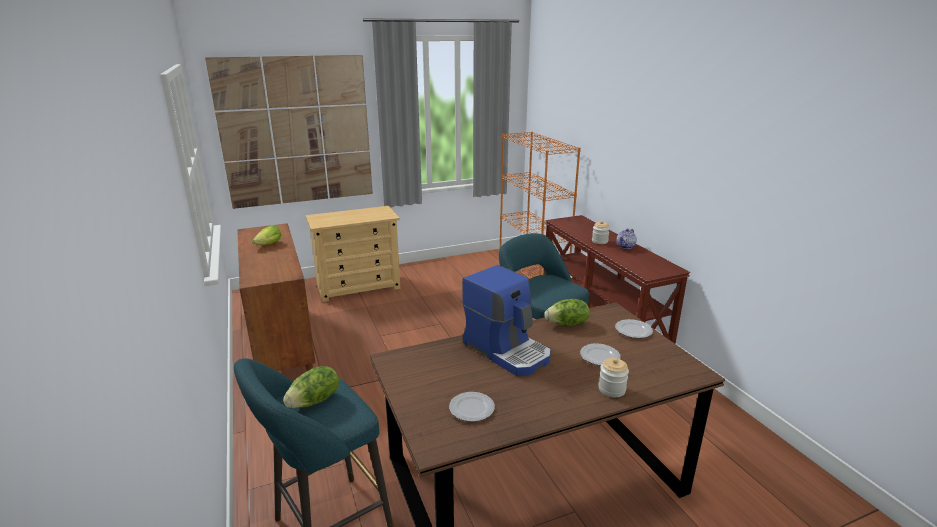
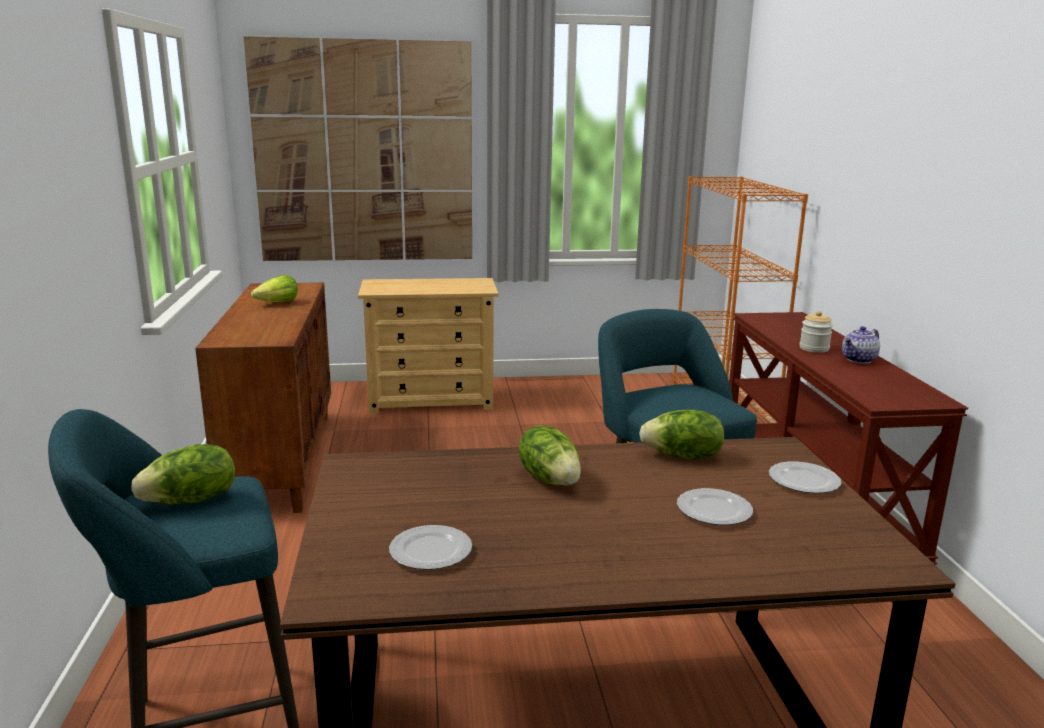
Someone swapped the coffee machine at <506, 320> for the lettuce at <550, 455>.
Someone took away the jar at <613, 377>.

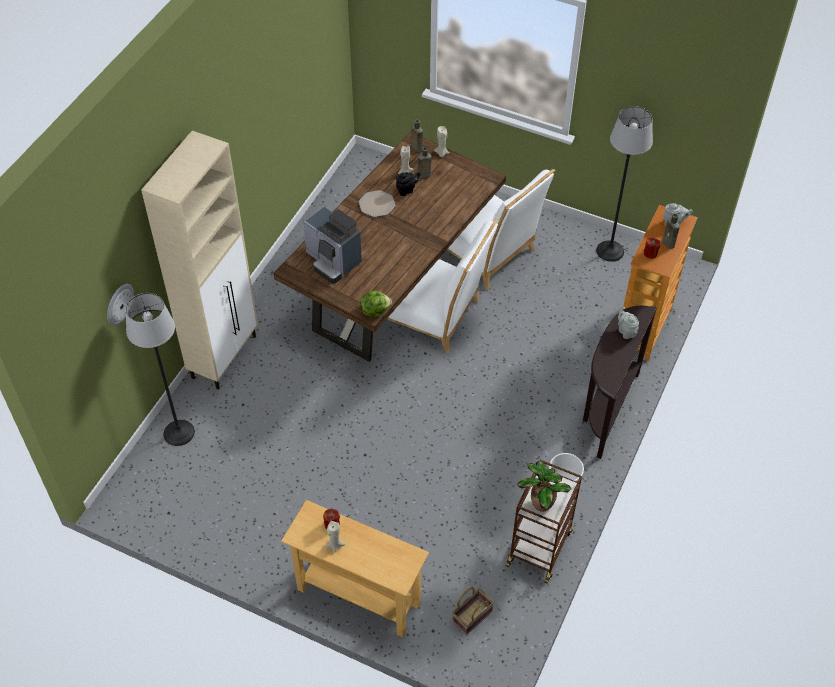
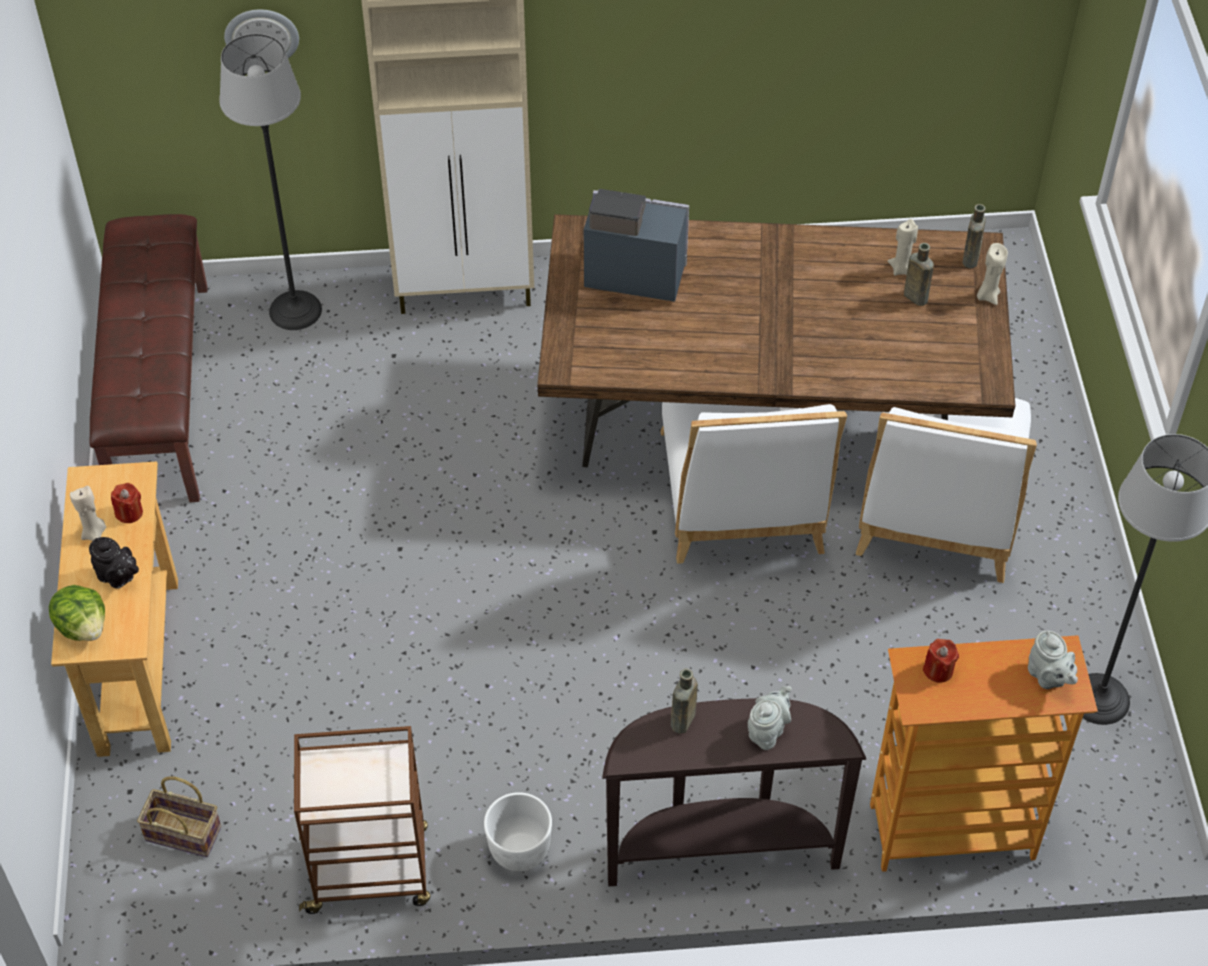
Someone rotated the coffee machine at <332, 245> by 90 degrees clockwise.
Someone took away the plate at <377, 203>.
Someone carried the lettuce from <376, 304> to <77, 613>.
Someone carried the black teapot from <408, 184> to <114, 562>.
Someone took away the potted plant at <544, 486>.
Someone carried the brown bottle from <671, 231> to <684, 701>.
Someone put down the brown bench at <148, 358>.

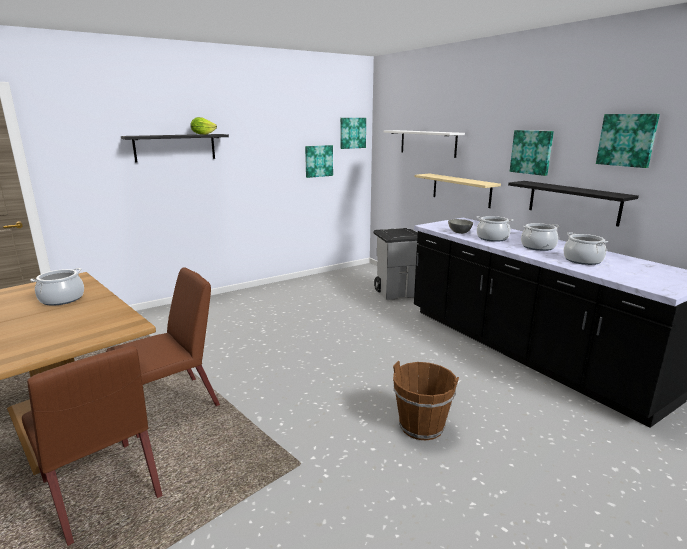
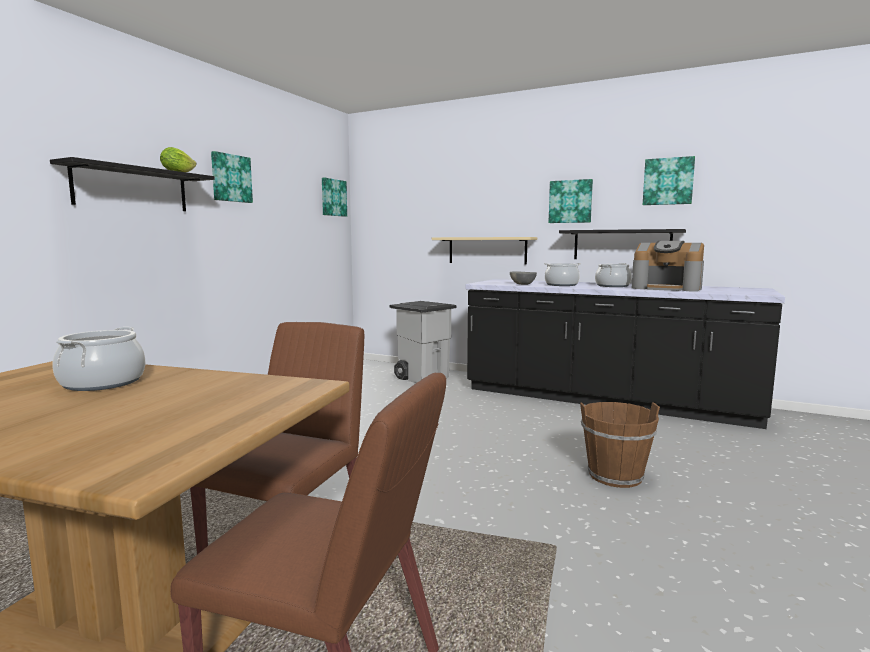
Someone carried the picture from <319, 161> to <232, 177>.
Someone took away the white shelf at <424, 144>.
Someone swapped the cooking pot at <585, 248> for the coffee machine at <668, 266>.

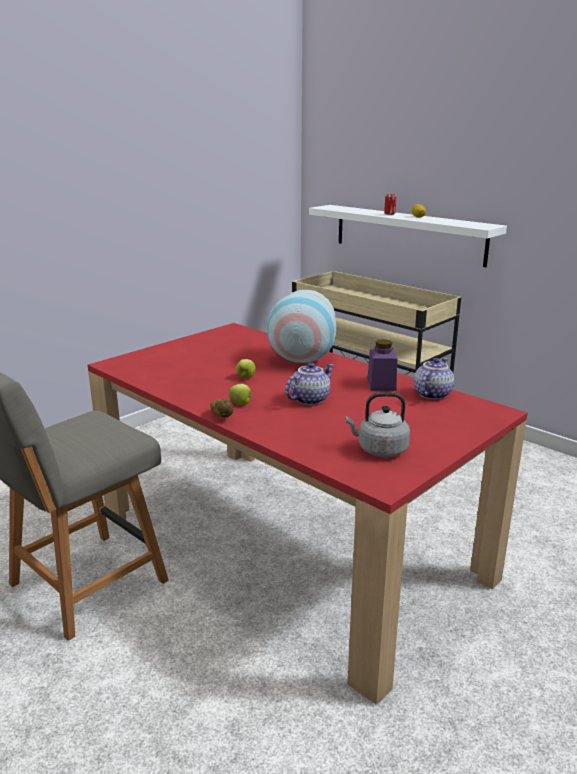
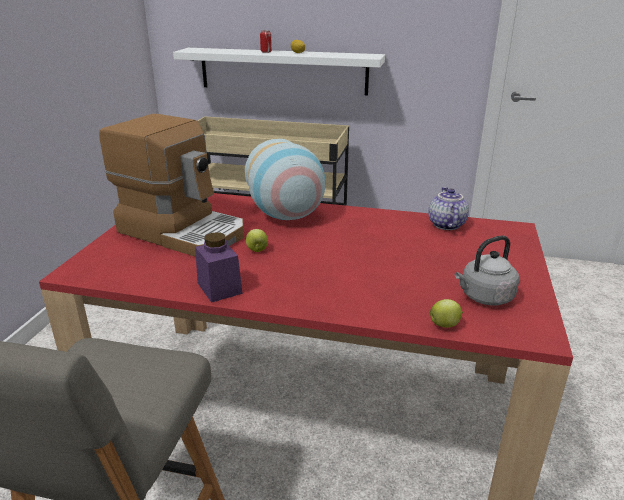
Someone took away the potato at <222, 408>.
Someone carried the apple from <240, 394> to <446, 313>.
Someone took away the teapot at <309, 384>.
Someone carried the purple jar from <382, 365> to <219, 267>.
Someone put down the coffee machine at <171, 185>.

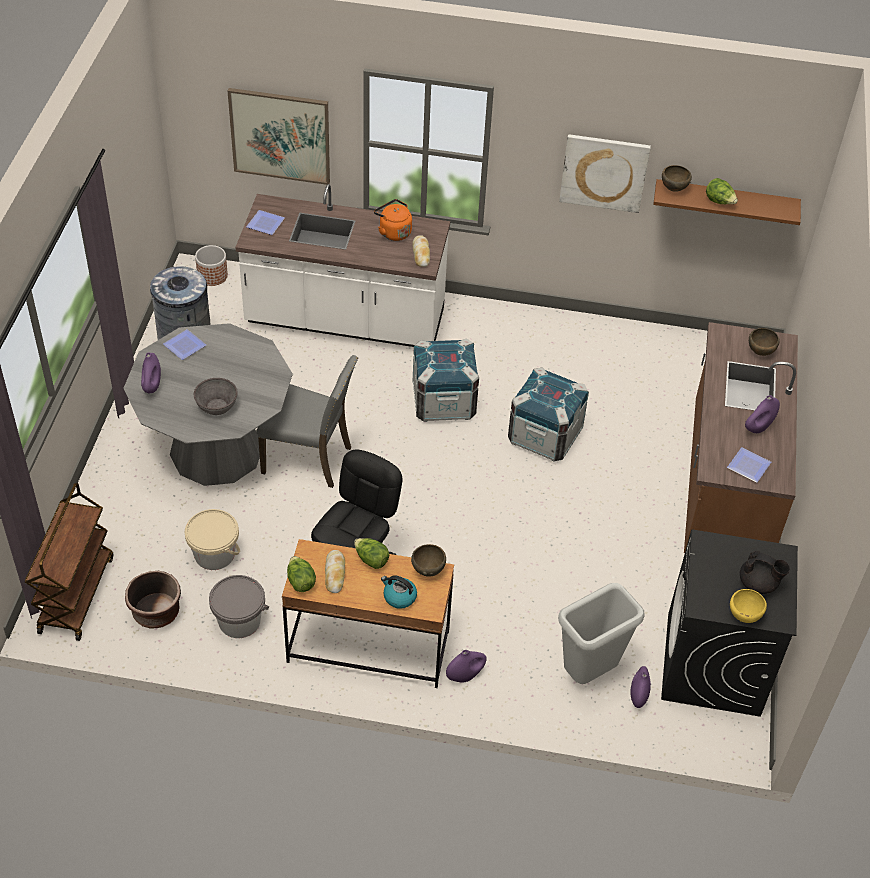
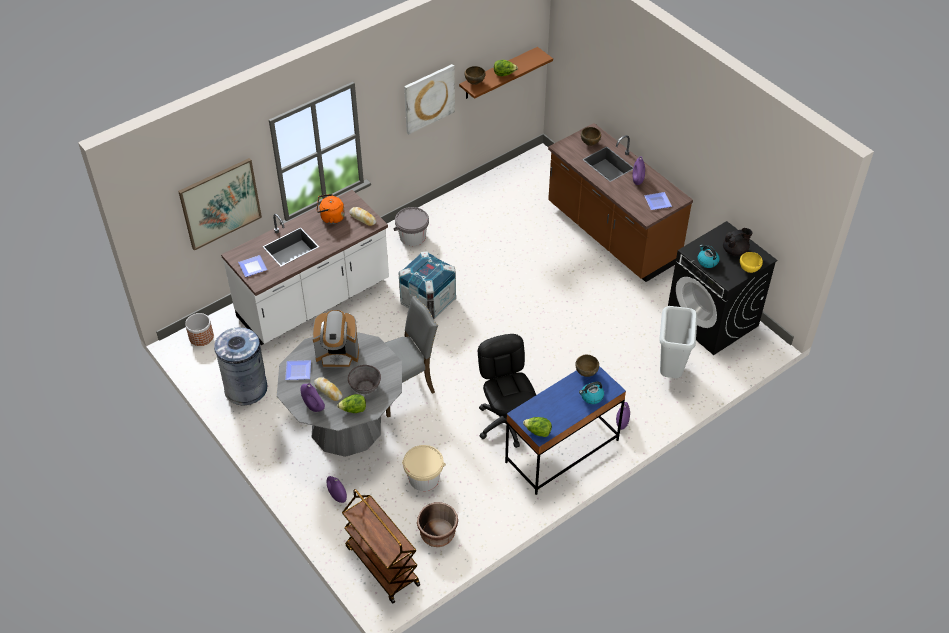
Someone carried the grey bucket from <239, 606> to <411, 226>.
Someone repainted the brown desk at <368, 613>, which became the blue desk at <565, 430>.
Someone carried the bread from <335, 571> to <328, 389>.
Someone carried the lettuce from <371, 553> to <351, 403>.
Someone took away the crate at <548, 414>.
Someone carried the purple vase from <640, 687> to <337, 489>.
Someone put down the coffee machine at <336, 339>.
Someone put down the kettle at <709, 256>.

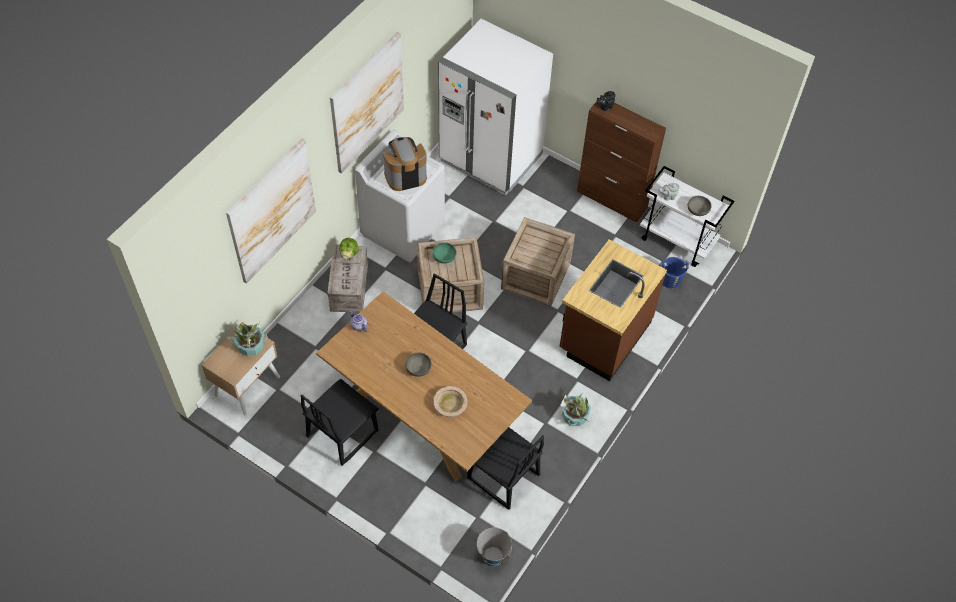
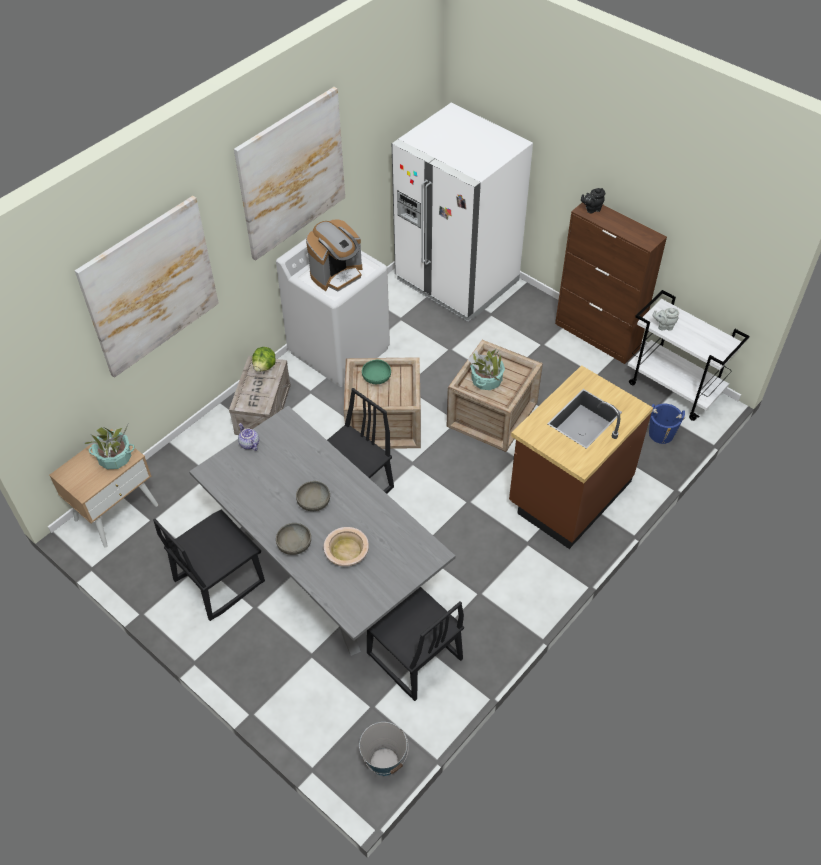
Someone repainted the brown dining table at <424, 386>, which became the grey dining table at <322, 531>.
Someone rotated the coffee machine at <405, 164> by 150 degrees clockwise.
Someone carried the potted plant from <576, 409> to <486, 369>.
Someone carried the grey bowl from <700, 206> to <293, 539>.

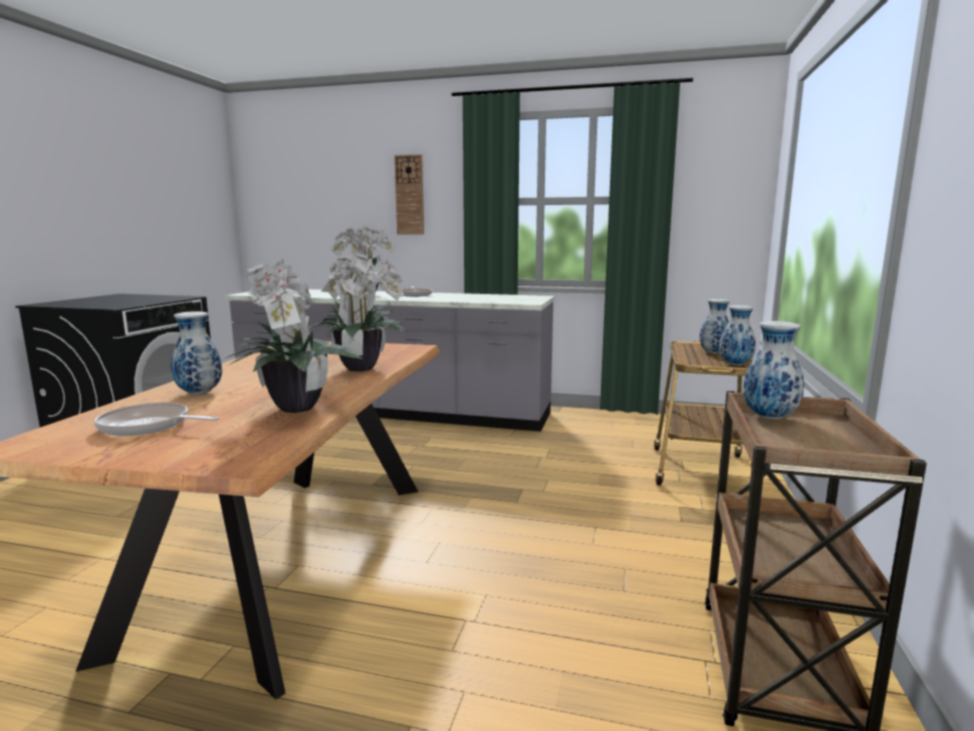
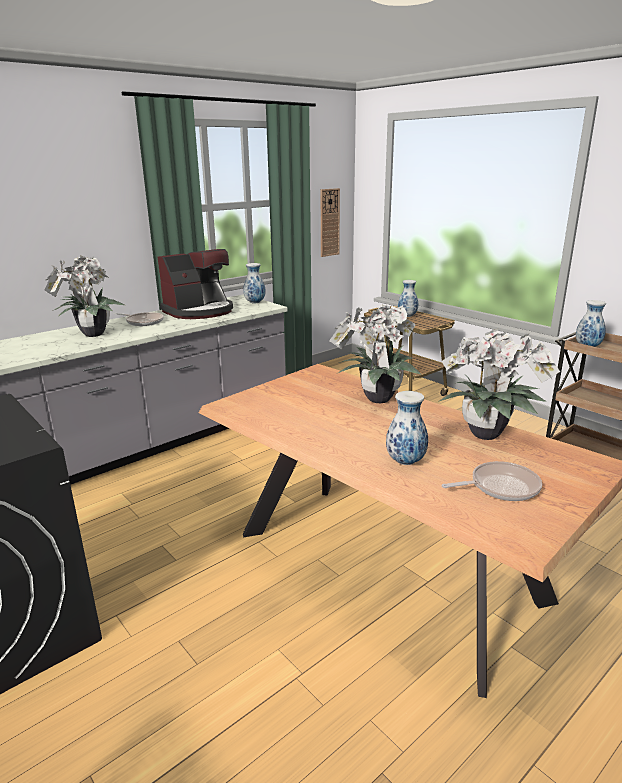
Someone rotated the frying pan at <156, 419> by 150 degrees counterclockwise.
Someone carried the wall clock from <409, 194> to <330, 222>.
Someone carried the vase from <737, 335> to <254, 283>.
Someone put down the coffee machine at <195, 284>.

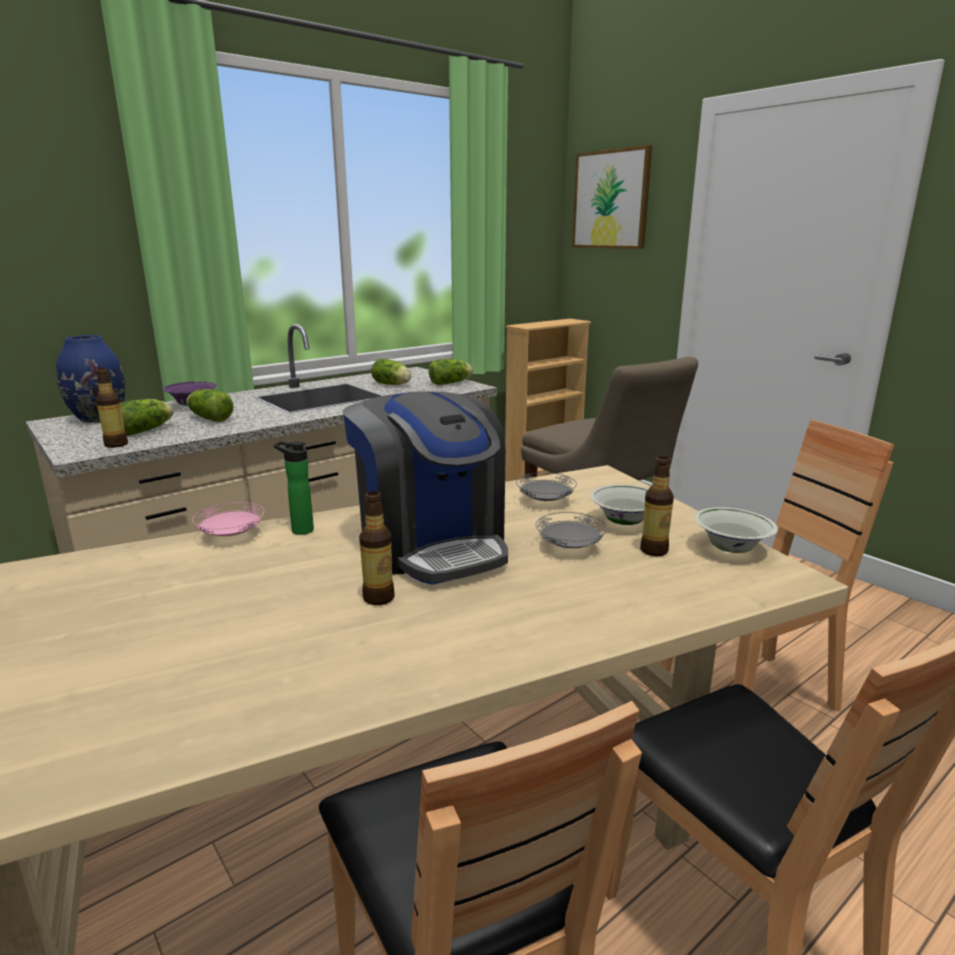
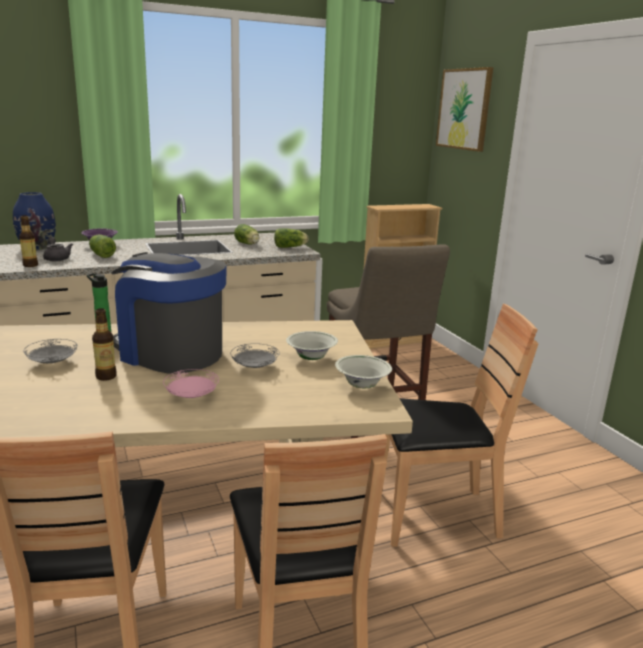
Someone swapped the lettuce at <147, 417> for the grey teapot at <58, 249>.
Someone carried the pink plate from <228, 519> to <191, 383>.
Someone rotated the coffee machine at <425, 488> by 135 degrees clockwise.
Someone carried the grey plate from <546, 486> to <50, 351>.
Someone took away the bottle at <657, 506>.

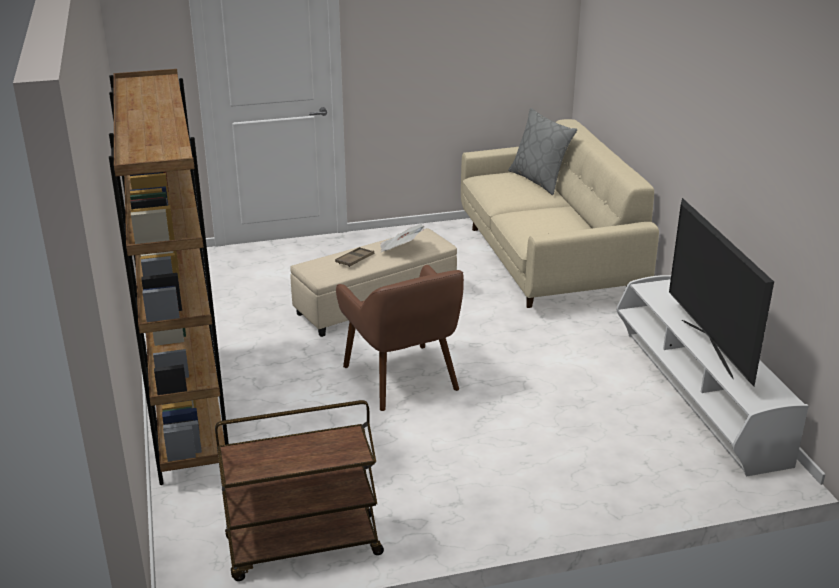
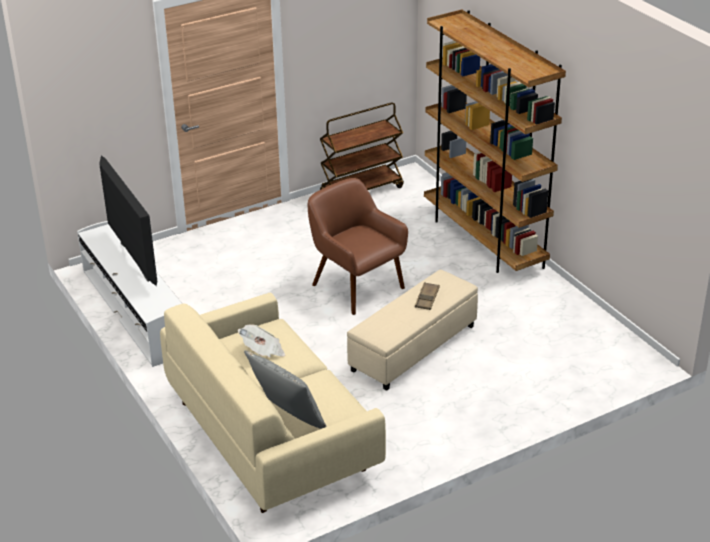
Someone carried the newspaper from <402, 238> to <261, 340>.

